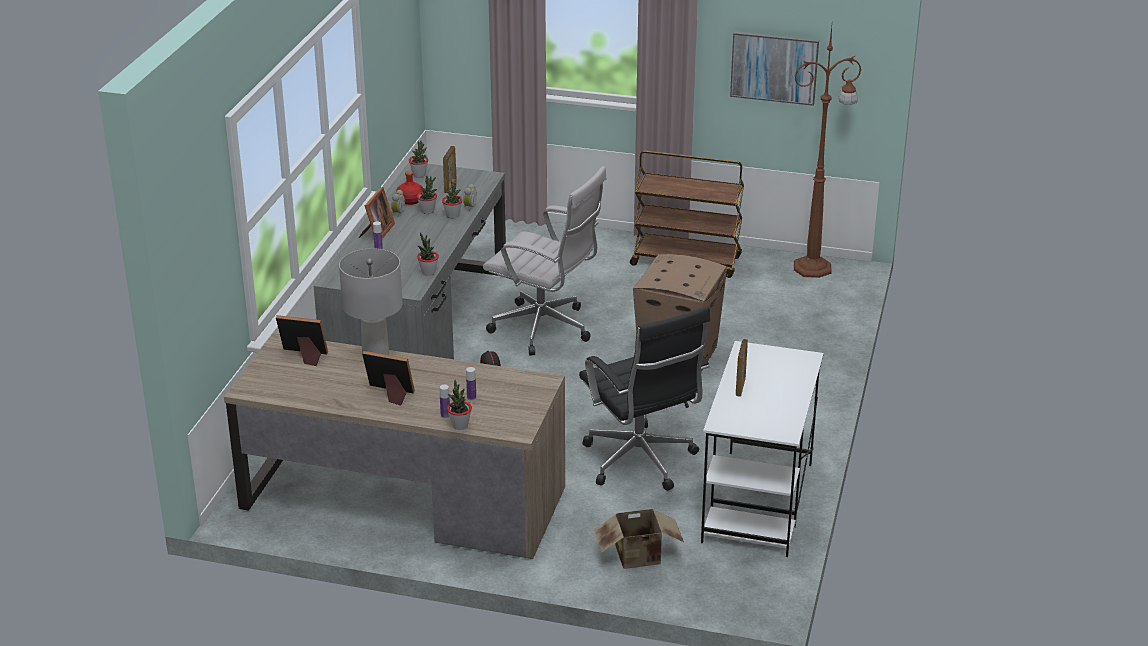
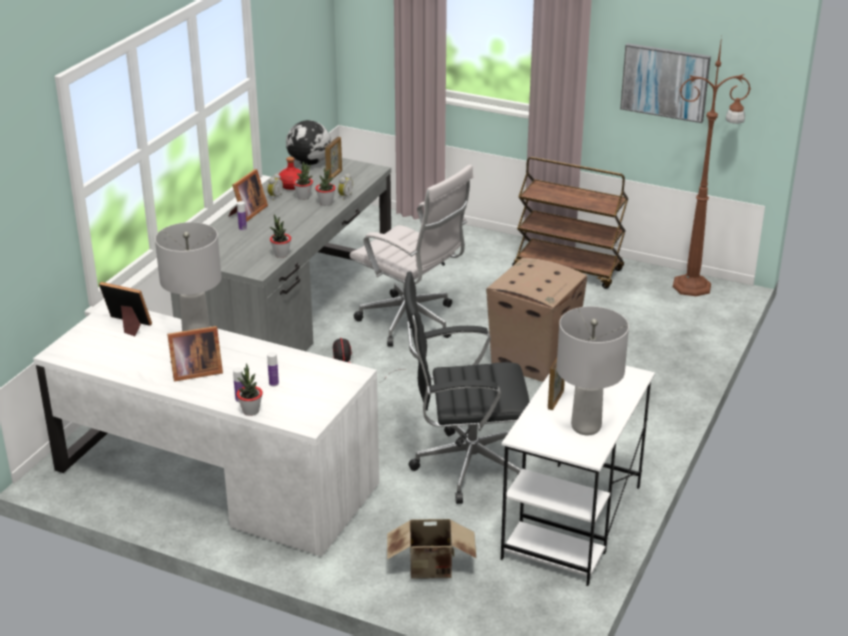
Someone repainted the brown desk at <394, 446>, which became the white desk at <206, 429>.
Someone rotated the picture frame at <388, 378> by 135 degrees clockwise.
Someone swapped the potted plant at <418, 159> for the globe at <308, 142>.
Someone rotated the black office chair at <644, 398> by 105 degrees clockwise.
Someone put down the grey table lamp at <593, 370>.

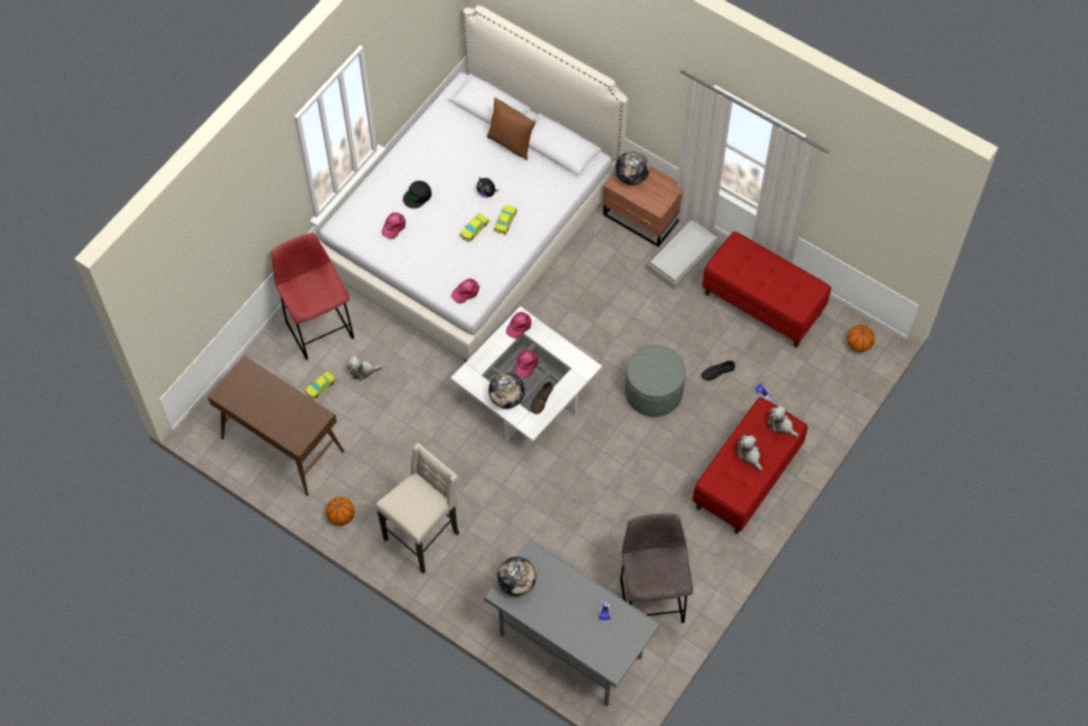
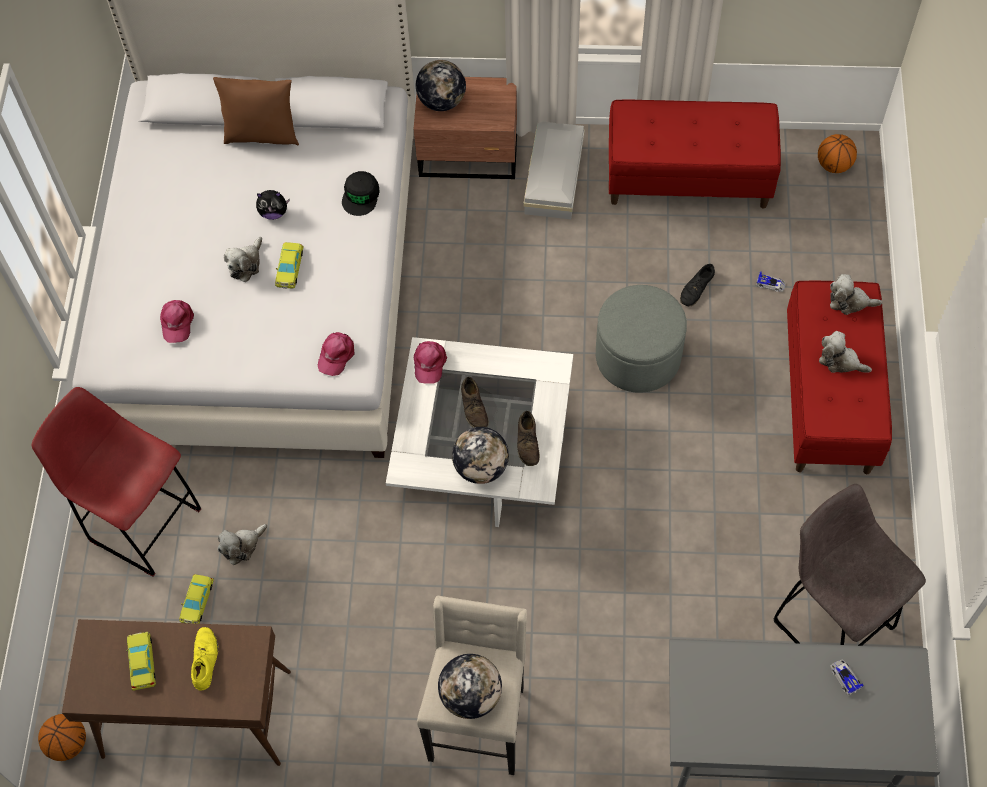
Someone carried the basketball from <340, 511> to <62, 737>.
Someone carried the black cap from <417, 195> to <361, 193>.
Someone carried the yellow toy car from <505, 220> to <141, 661>.
Someone carried the globe from <516, 576> to <470, 686>.
Someone swapped the pink cap at <526, 364> for the brown shoe at <475, 402>.
Someone put down the yellow shoe at <204, 659>.
Someone put down the plush toy at <243, 259>.

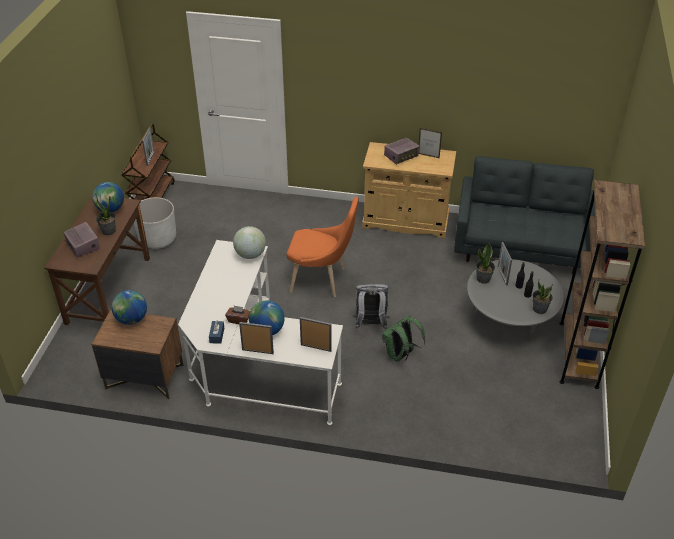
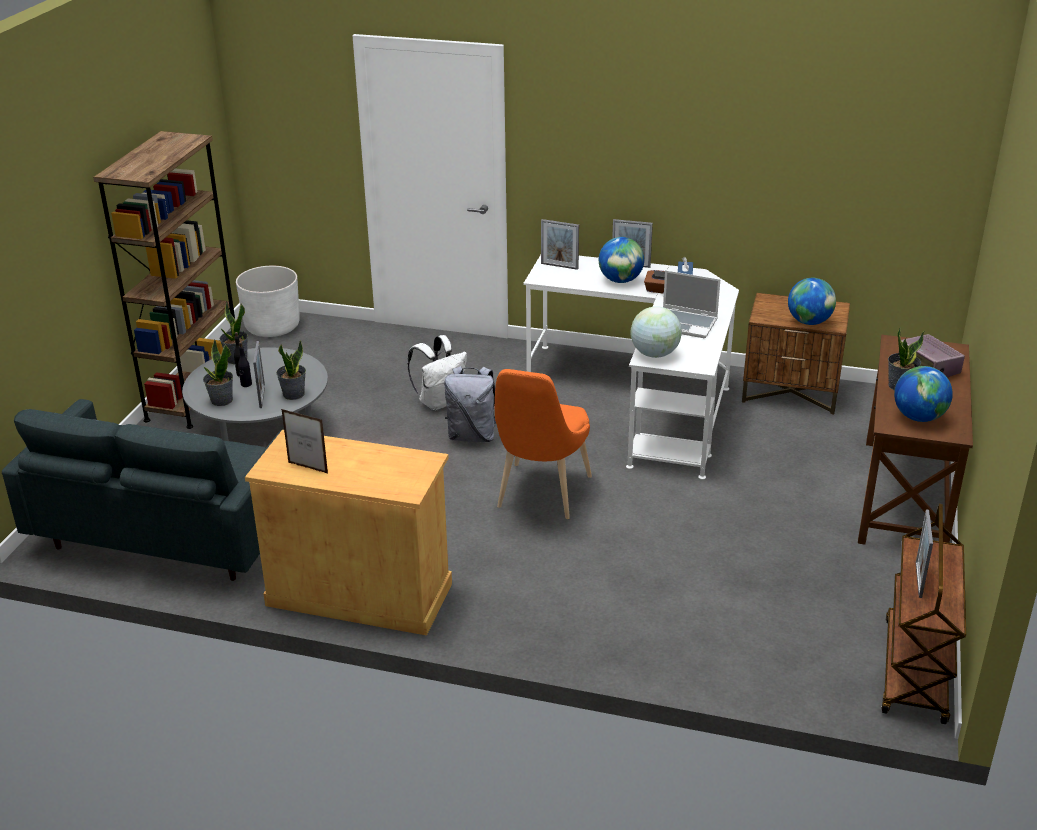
Someone carried the white planter from <155, 223> to <268, 301>.
Someone rotated the orange chair at <323, 247> by 90 degrees counterclockwise.
Someone repainted the green backpack at <403, 338>, which became the white backpack at <437, 372>.
Someone took away the radio at <402, 151>.
Someone put down the potted plant at <218, 372>.
Someone put down the laptop at <691, 304>.

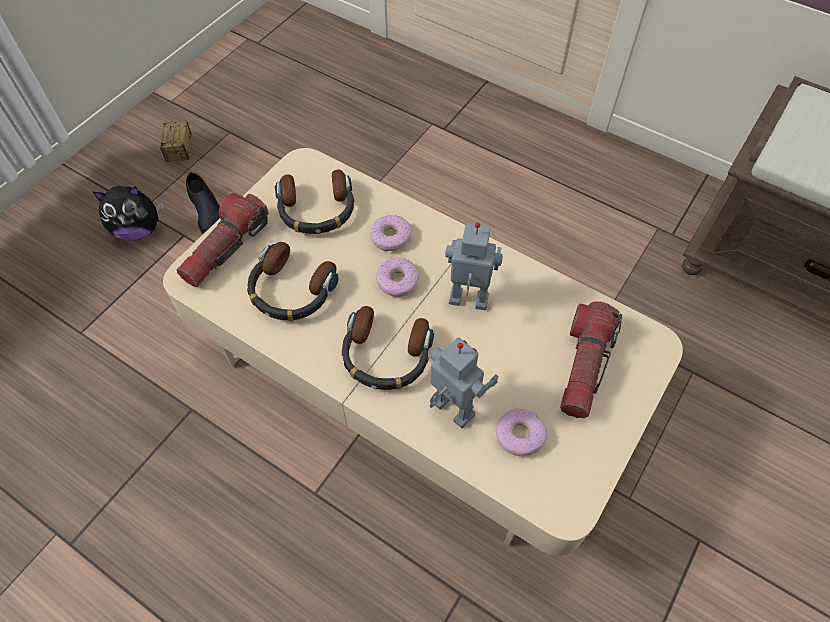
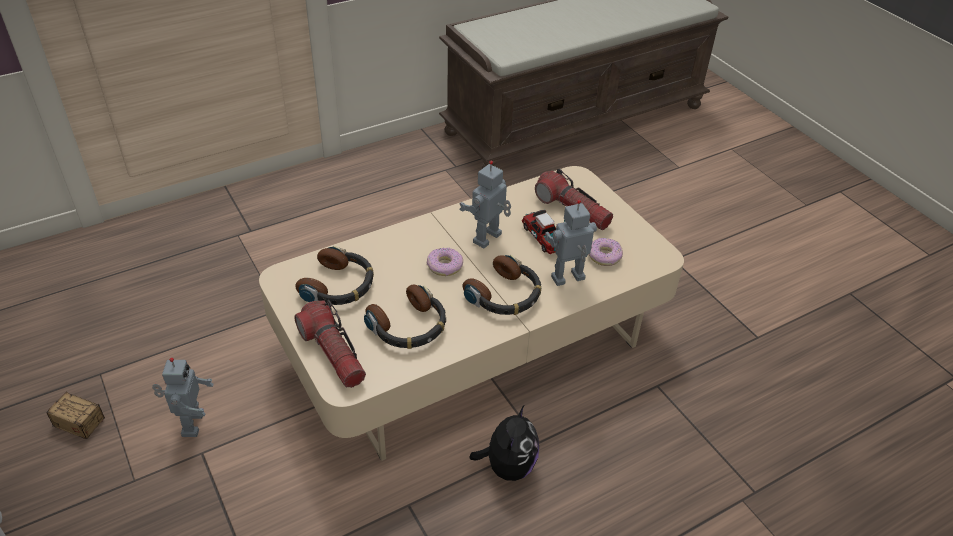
Someone carried the plush toy from <128, 213> to <504, 443>.
Someone swapped the black shoe at <203, 203> for the toy robot at <182, 397>.
Someone took away the donut at <391, 233>.
Someone put down the toy truck at <543, 232>.

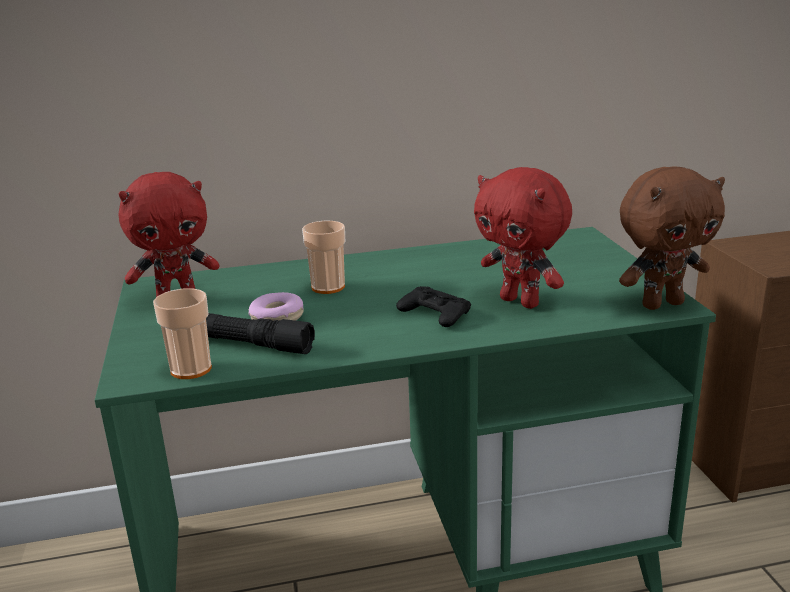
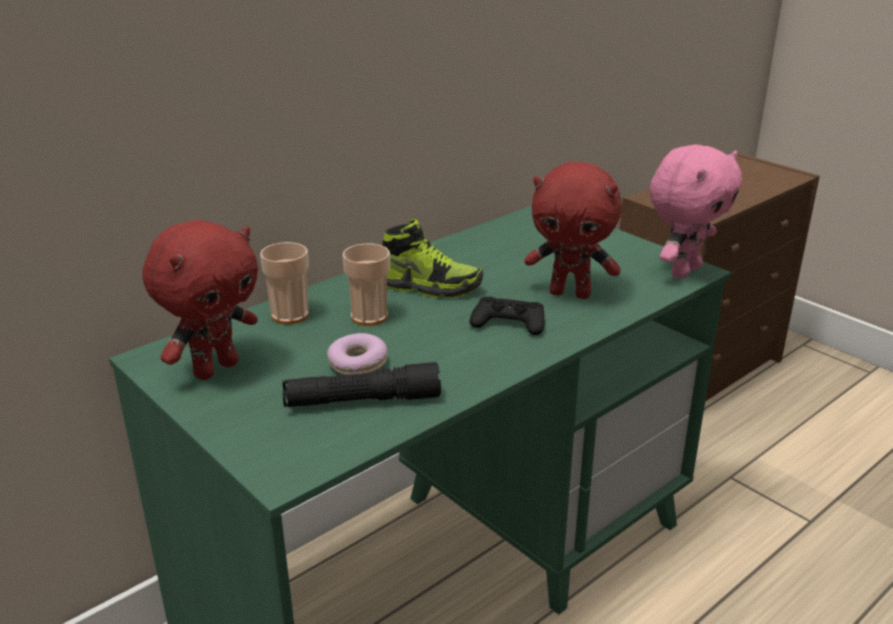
Someone carried the cup from <182, 333> to <284, 283>.
Someone repainted the brown plush toy at <672, 238>, which became the pink plush toy at <695, 211>.
Someone put down the shoe at <432, 259>.

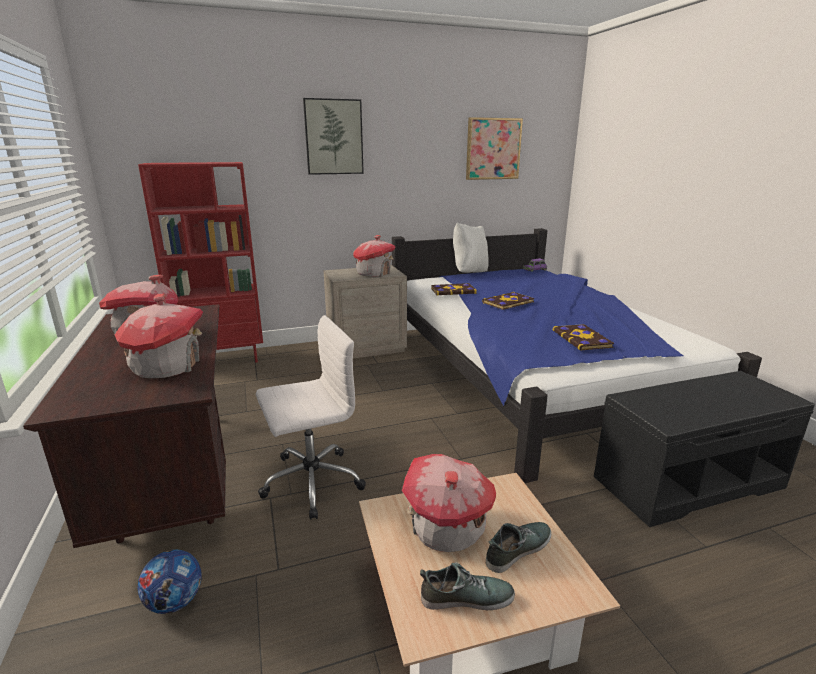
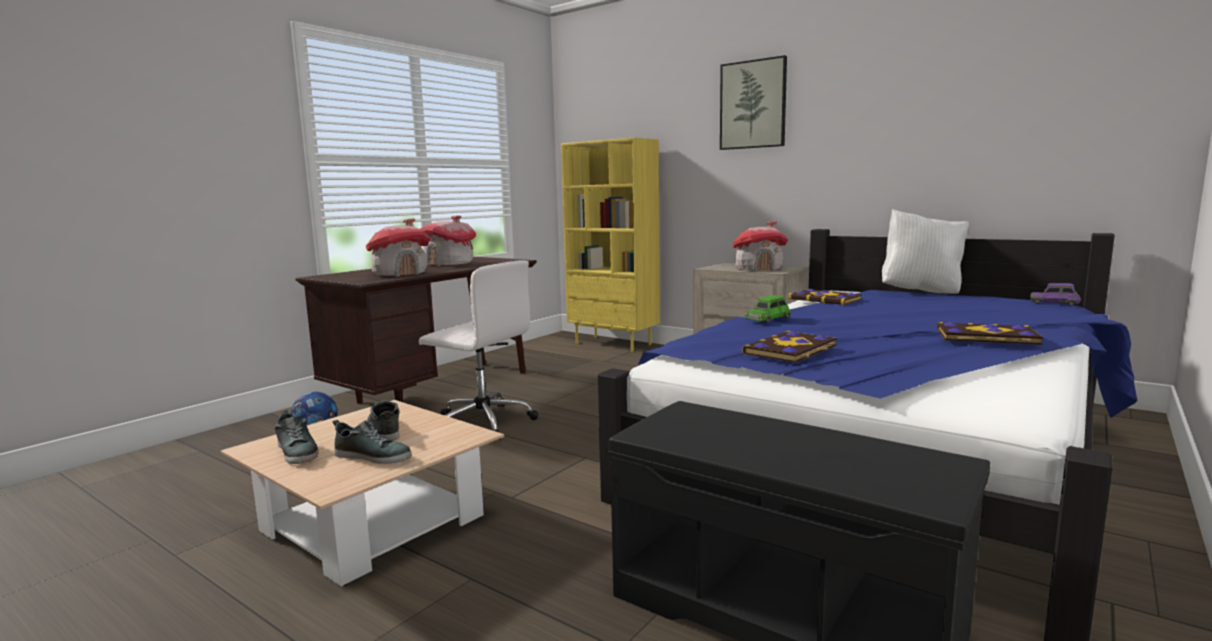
Someone repainted the red bookcase at <200, 262>, which became the yellow bookcase at <610, 244>.
Someone swapped the toy house at <449, 503> for the shoe at <383, 421>.
Someone took away the picture at <494, 148>.
Someone carried the book from <508, 301> to <990, 333>.
Someone put down the green toy car at <768, 309>.

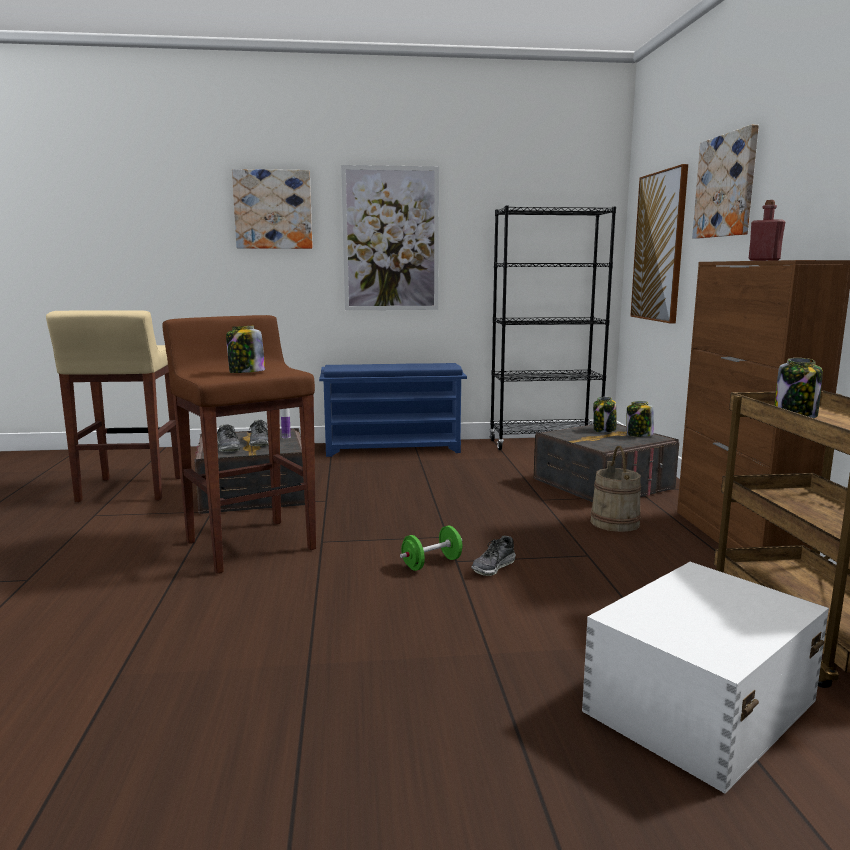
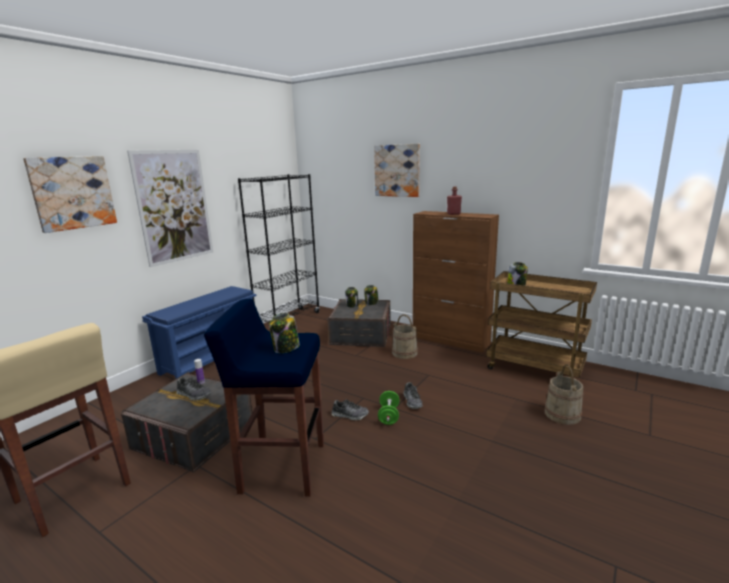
Someone repainted the brown stool at <239, 444>, which became the blue stool at <264, 398>.
Someone carried the shoe from <228, 438> to <350, 409>.
Someone swapped the white storage box at <705, 677> for the beige bucket at <564, 394>.
Someone took away the picture at <659, 243>.

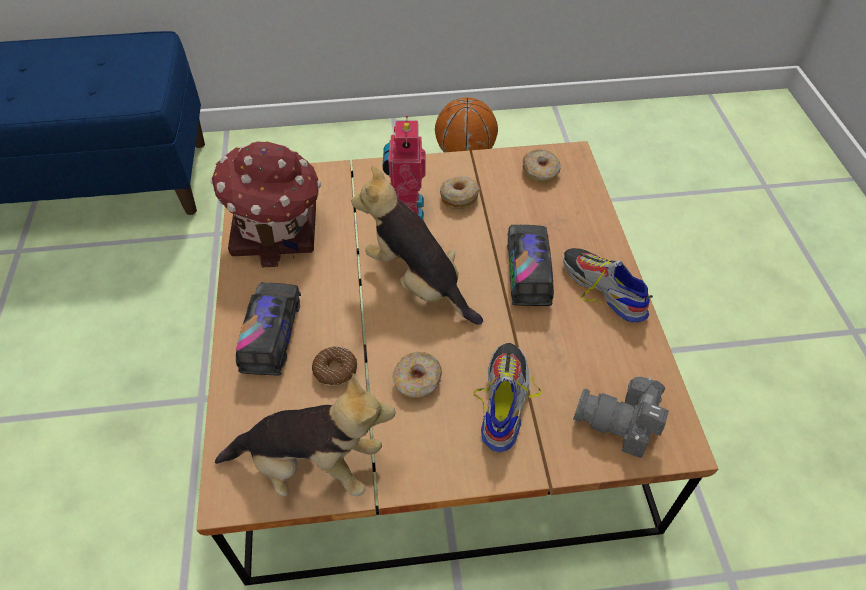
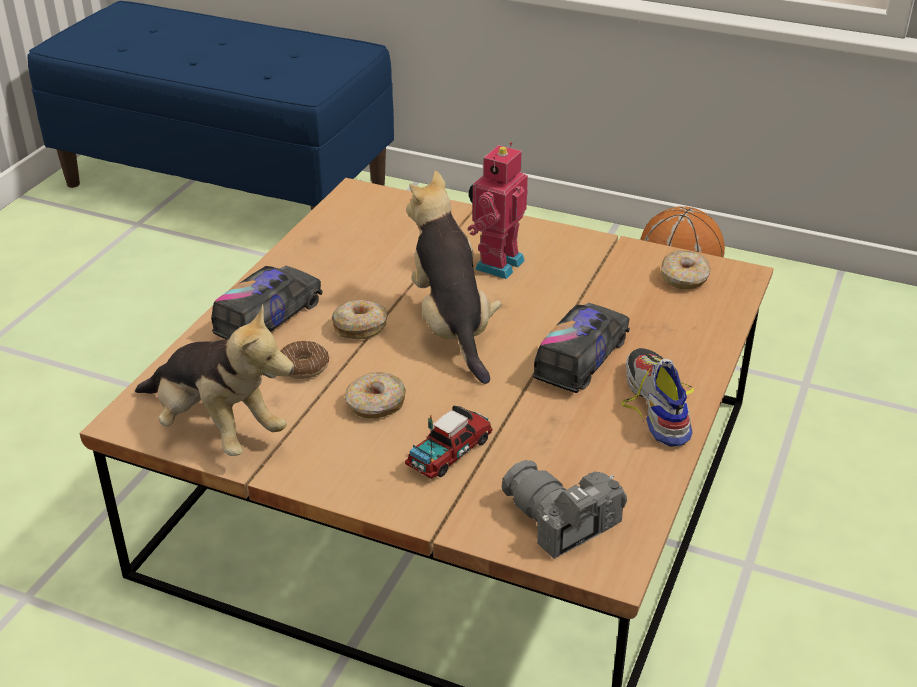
Someone took away the toy house at <265, 204>.
Someone carried the donut from <460, 193> to <360, 319>.
Someone swapped the shoe at <508, 398> for the toy truck at <449, 442>.

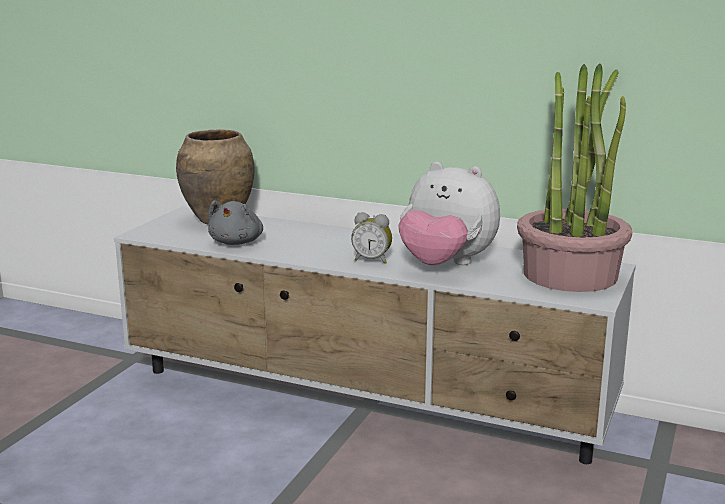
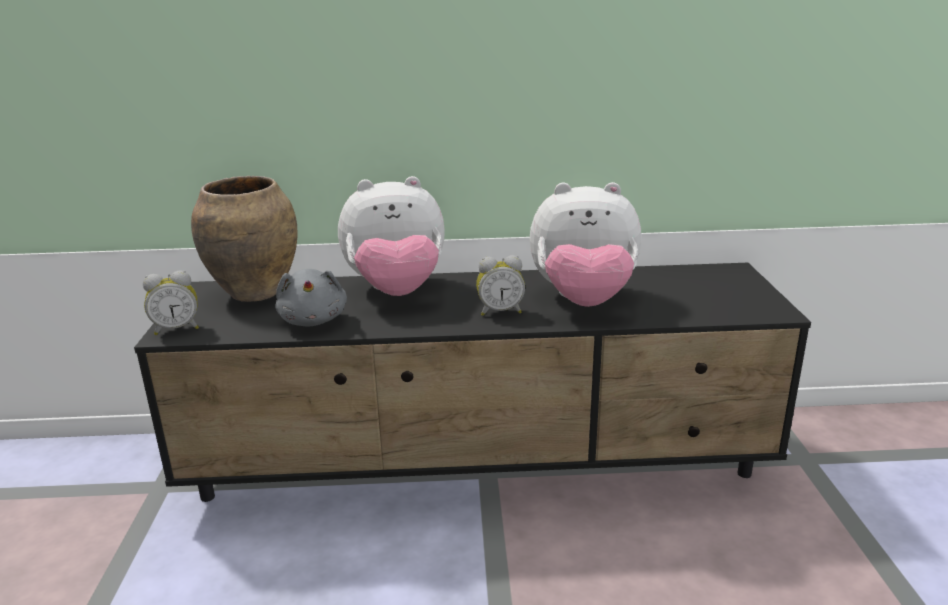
Someone repainted the white tv stand at <375, 335>, which became the black tv stand at <472, 382>.
Someone took away the potted plant at <574, 177>.
Someone put down the alarm clock at <171, 303>.
Someone put down the plush toy at <391, 236>.

